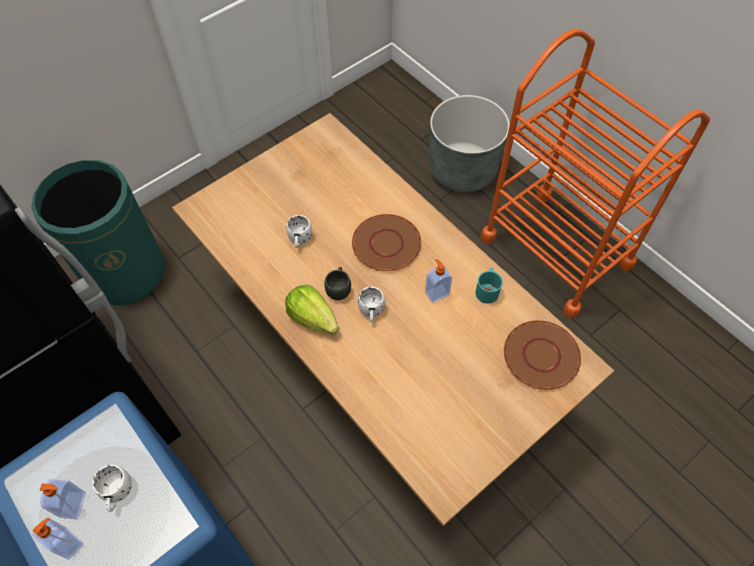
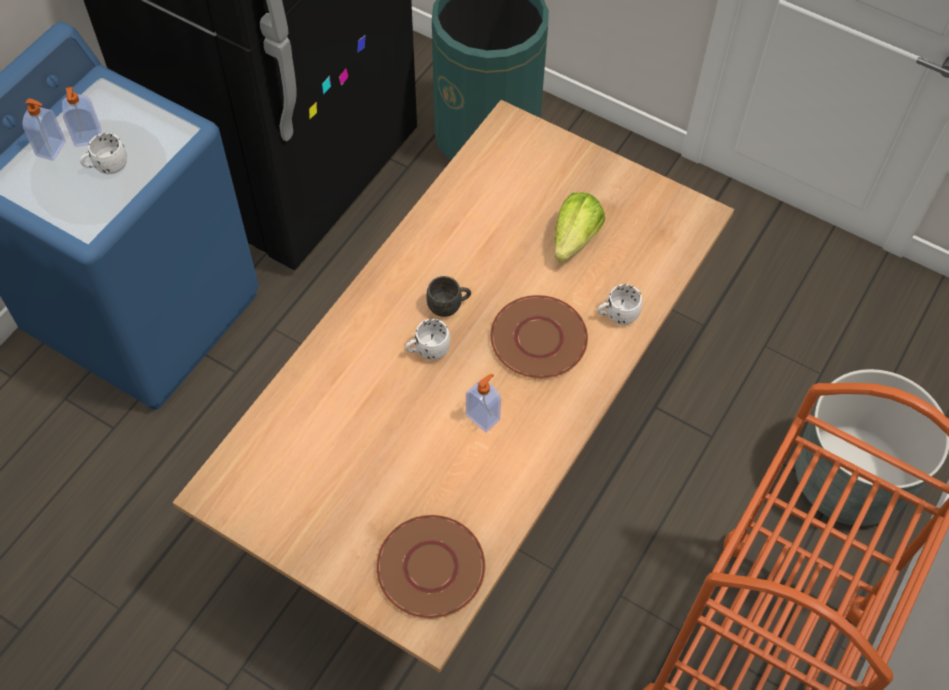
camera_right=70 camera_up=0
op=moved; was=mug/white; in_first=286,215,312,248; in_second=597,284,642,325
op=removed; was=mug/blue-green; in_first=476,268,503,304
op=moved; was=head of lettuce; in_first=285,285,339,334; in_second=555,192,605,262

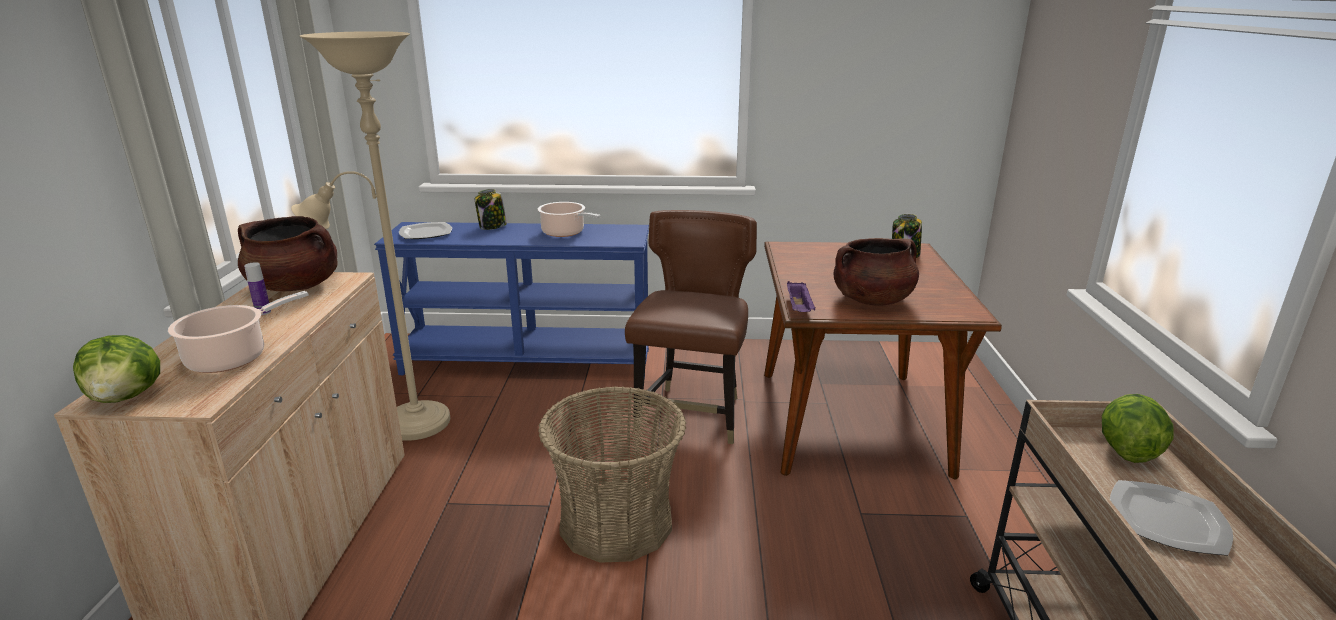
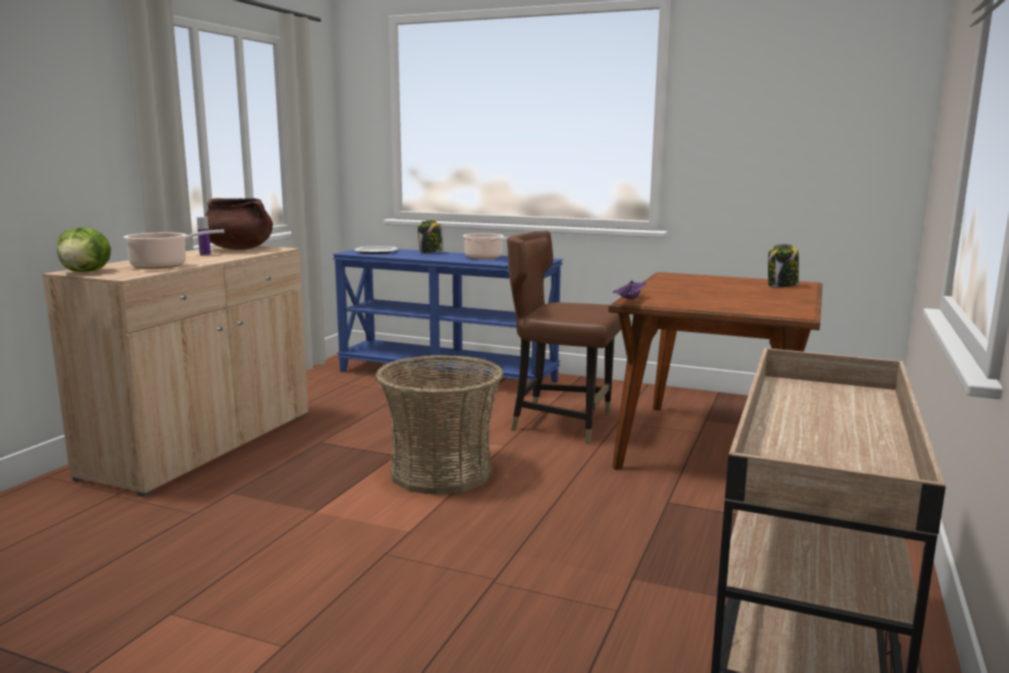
camera_right=20 camera_up=-10
op=removed; was=floor lamp/beige-coloured; in_first=291,31,450,441
op=turned; was=upright chair/brownish; in_first=625,210,757,444; in_second=507,231,621,444; clockwise=-105
op=removed; was=saucepot/brownish; in_first=834,238,919,306
op=removed; was=head of lettuce; in_first=1102,394,1174,463
op=removed; was=flat dish; in_first=1110,480,1233,556

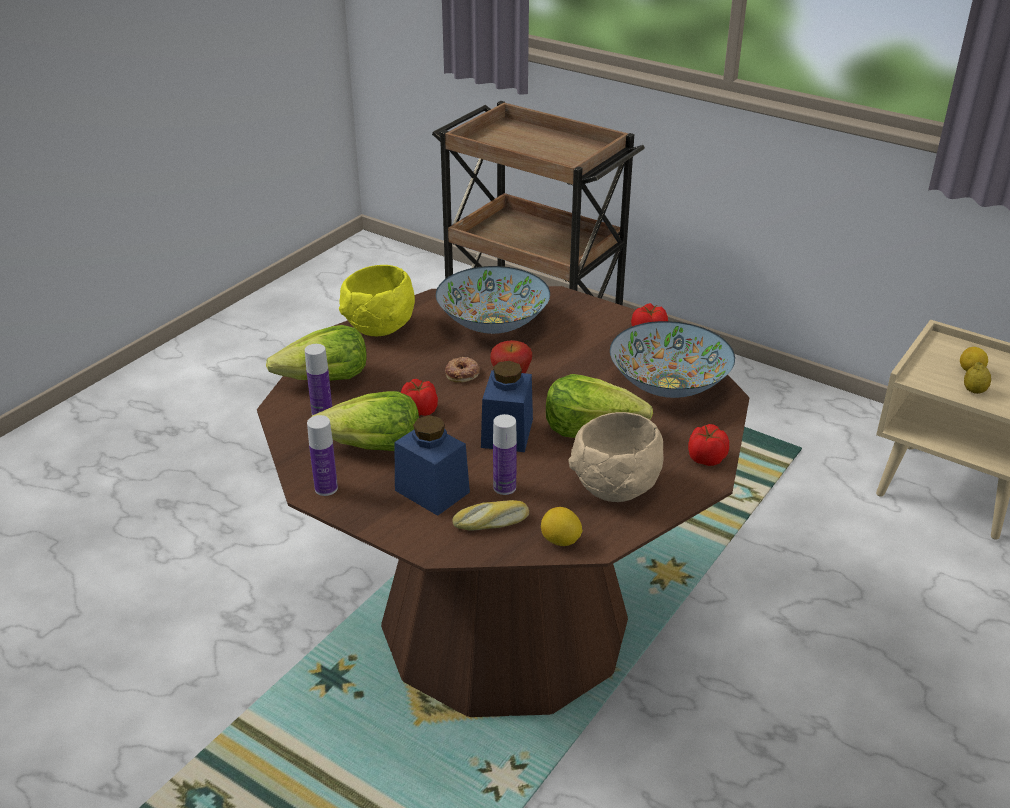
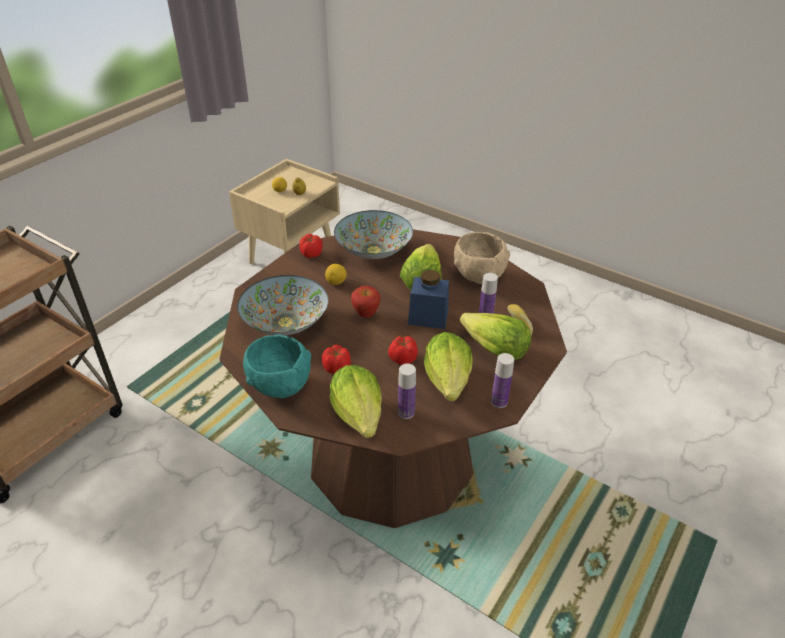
camera_right=-90 camera_up=5
op=recoloured; was=deep dish/yellowish; now=deep dish/blue-green; in_first=339,265,415,336; in_second=243,335,311,398
op=removed; was=doughnut; in_first=445,357,480,383
op=replaced; was=preserve jar/bluish; now=head of lettuce; in_first=394,415,470,516; in_second=460,313,531,360
op=moved; was=fresh tomato; in_first=688,424,729,466; in_second=322,345,351,374
op=moved; was=citrus fruit; in_first=541,507,582,546; in_second=325,264,347,285

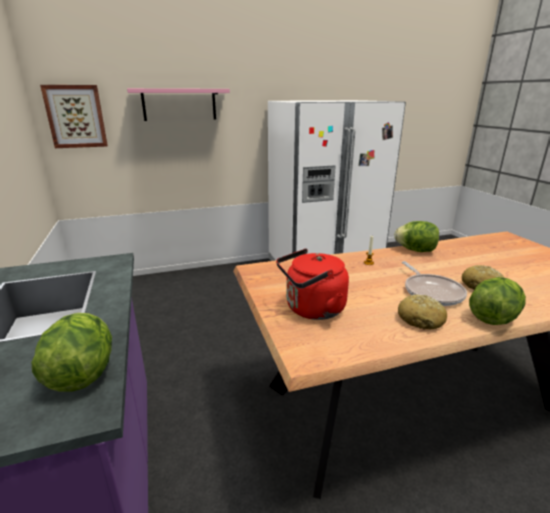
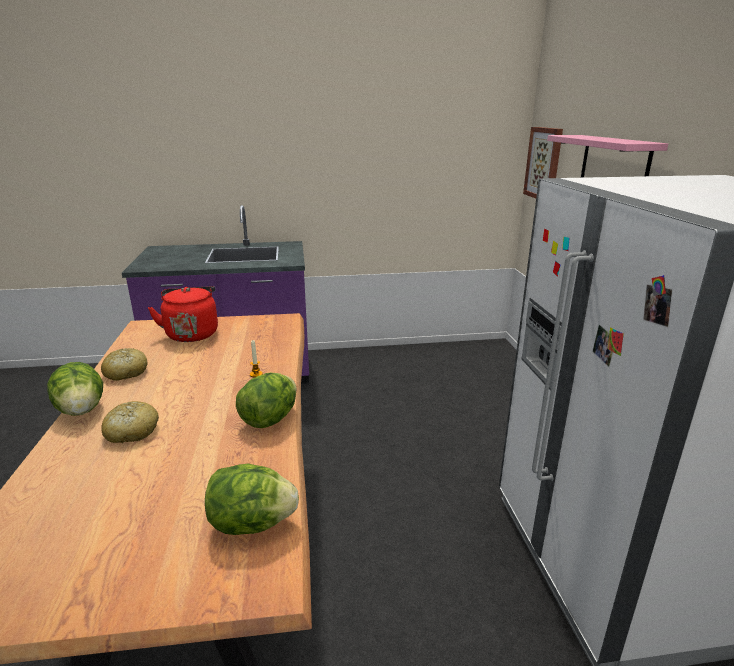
camera_right=100 camera_up=0
op=removed; was=frying pan; in_first=402,261,467,306
op=moved; was=head of lettuce; in_first=32,313,112,392; in_second=205,464,299,535

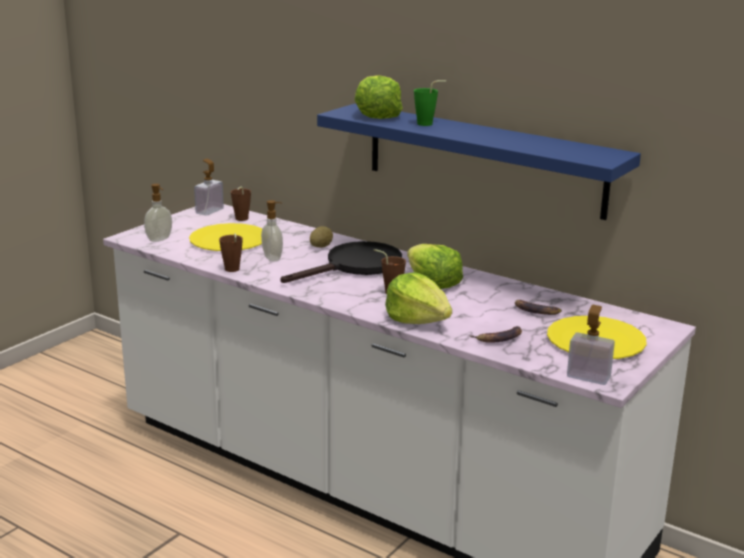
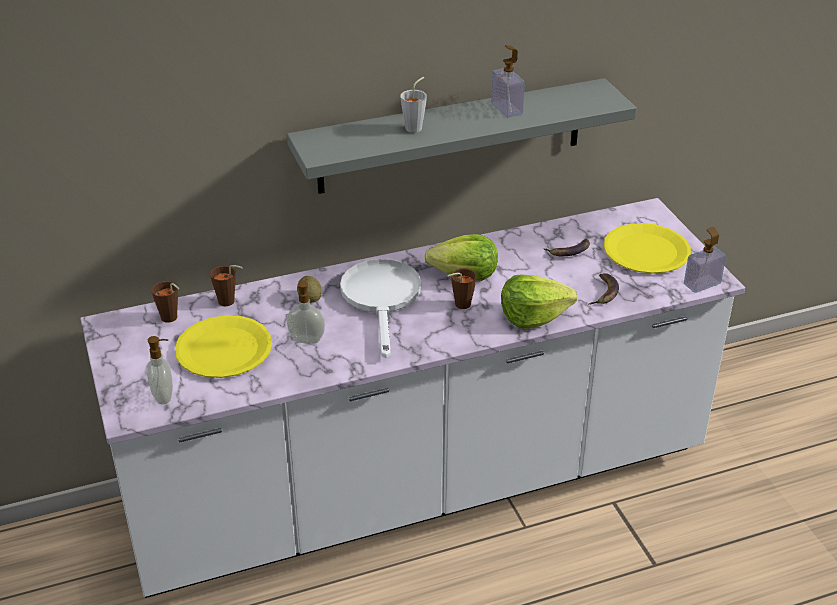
camera_right=-55 camera_up=15
op=removed; was=head of lettuce; in_first=354,75,403,119
op=recoloured; was=small cup/green-coloured; now=small cup/grey; in_first=414,80,446,126; in_second=400,77,427,133
op=recoloured; was=wall shelf/bluish; now=wall shelf/grey; in_first=317,104,641,220; in_second=287,78,637,194
op=moved; was=soap dispenser; in_first=194,159,224,216; in_second=491,45,525,117
op=moved; was=small cup/brownish; in_first=219,233,243,272; in_second=210,265,243,306
op=recoloured; was=frying pan/black; now=frying pan/white; in_first=280,241,402,283; in_second=340,259,421,358

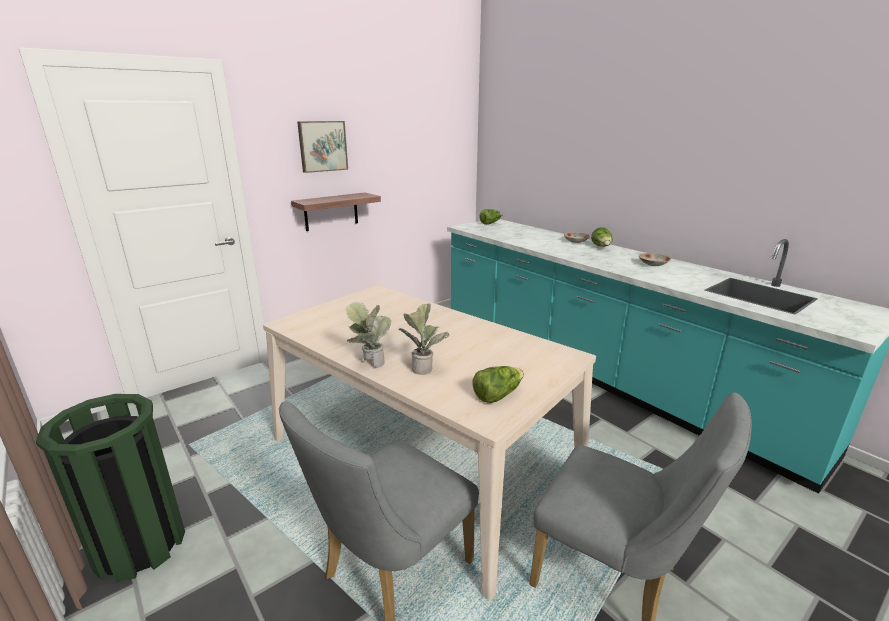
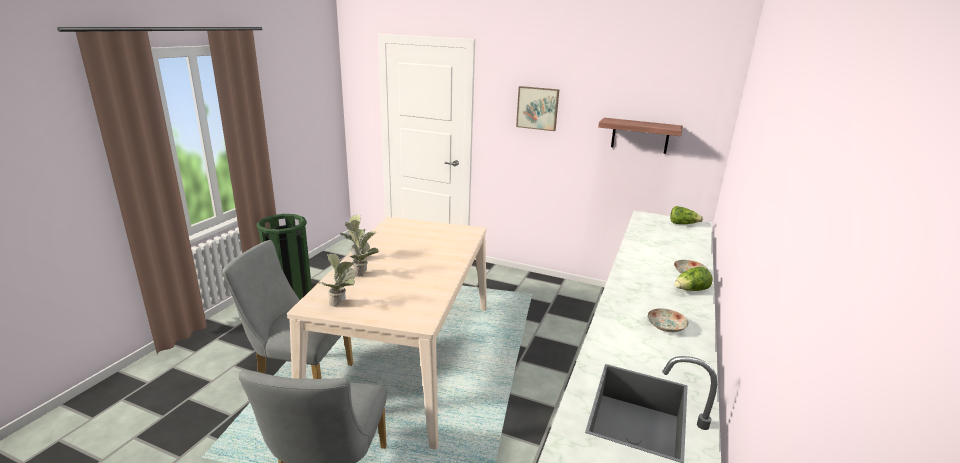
camera_right=60 camera_up=0
op=moved; was=wall shelf; in_first=291,192,381,231; in_second=598,118,683,154
op=replaced; was=head of lettuce; now=houseplant; in_first=472,366,524,403; in_second=318,253,356,307

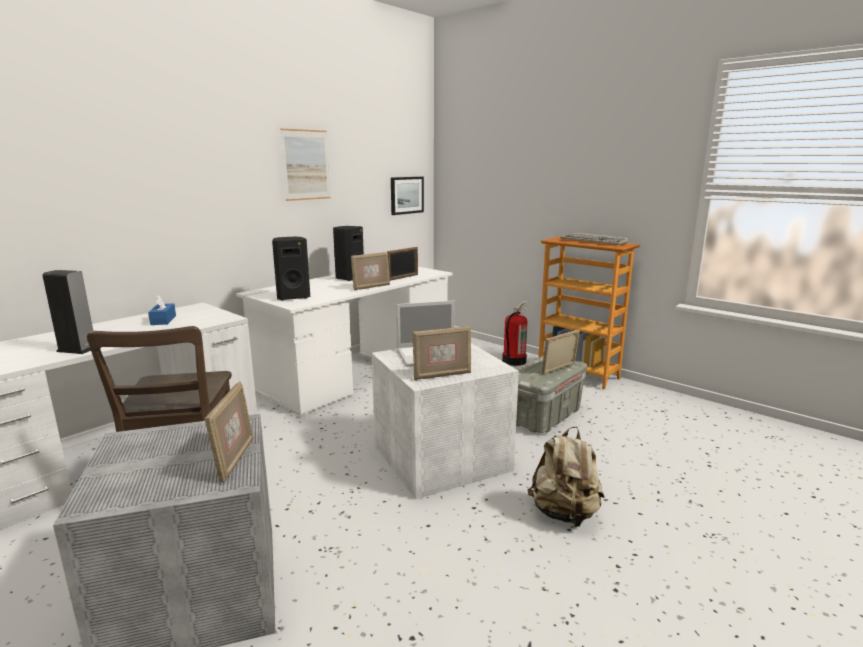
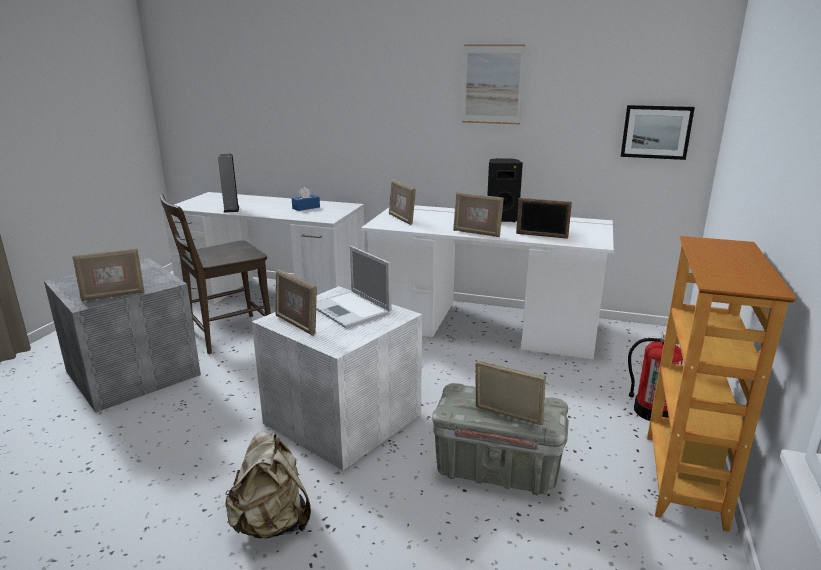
camera_right=65 camera_up=5
op=removed; was=computer keyboard; in_first=560,233,628,245
op=replaced; was=loudspeaker/black; now=standing frame; in_first=272,237,310,301; in_second=389,179,416,225

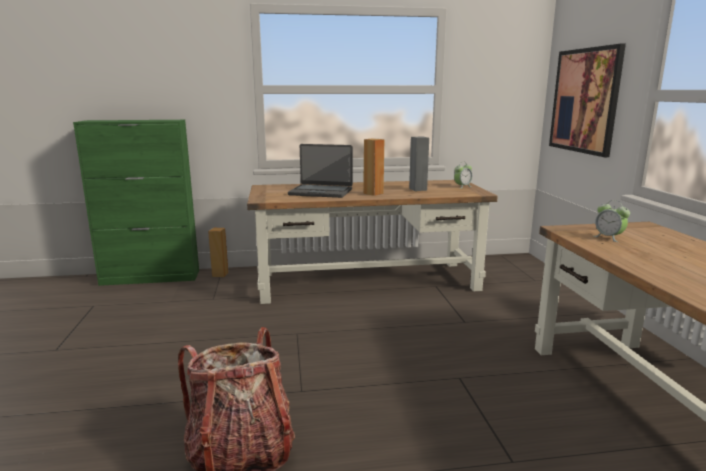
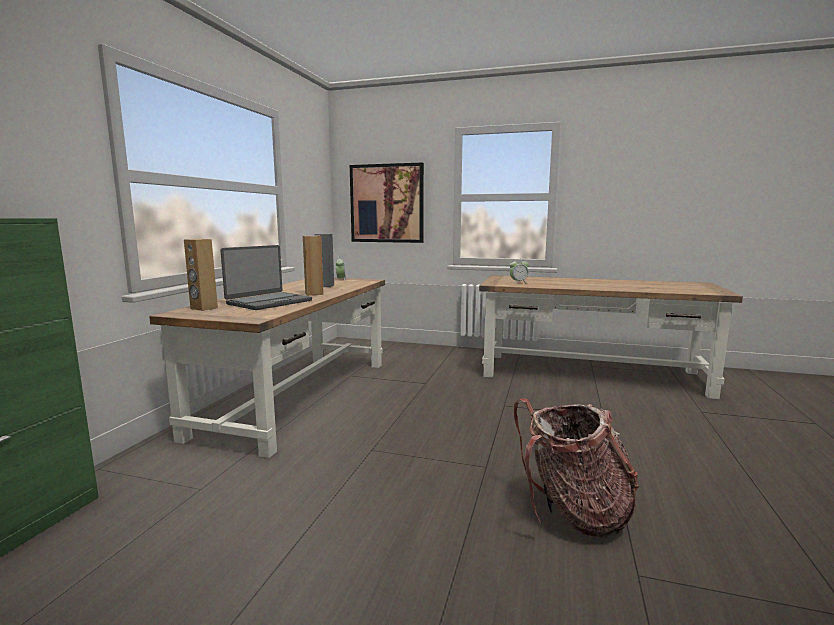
camera_right=-65 camera_up=-5
op=moved; was=loudspeaker/brownish; in_first=208,228,229,277; in_second=184,239,218,311

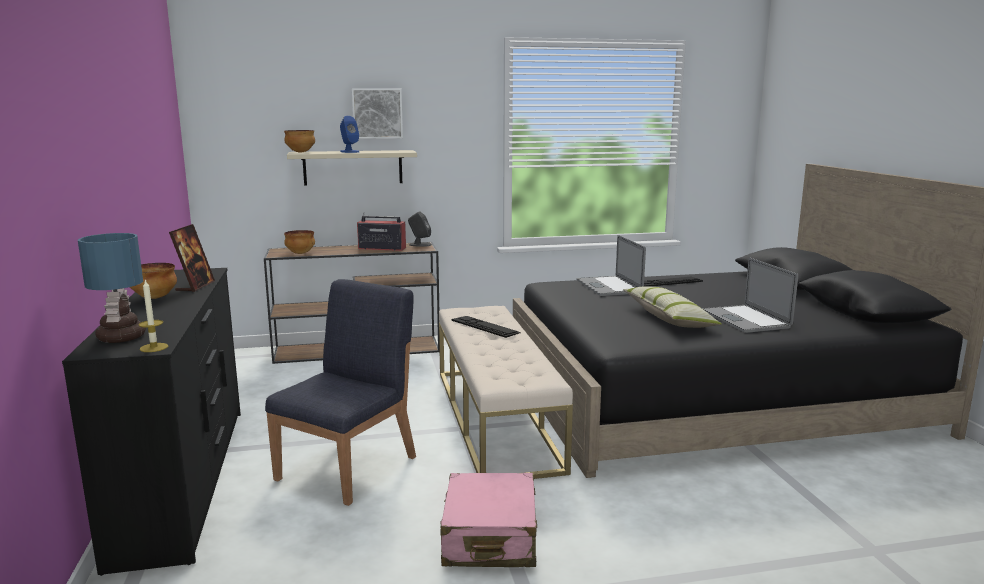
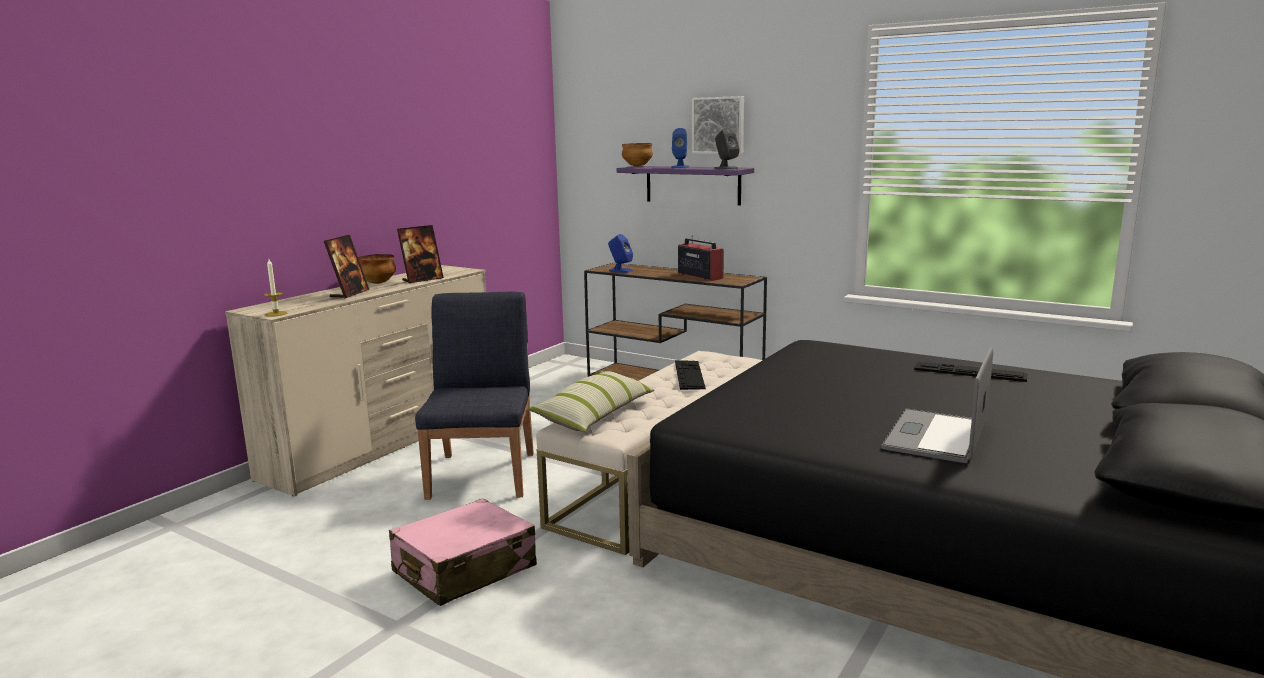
camera_right=45 camera_up=0
op=recoloured; was=wall shelf/beige-coloured; now=wall shelf/purplish; in_first=287,150,417,185; in_second=616,166,754,205
op=moved; was=loudspeaker/grey; in_first=408,211,432,247; in_second=714,127,740,169
op=replaced; was=deep dish; now=loudspeaker/bluish; in_first=284,230,315,254; in_second=608,234,633,273
op=removed; was=tabletop lamp; in_first=78,233,146,343
op=removed; was=notebook computer; in_first=577,235,646,296
op=recoloured; was=drawer chest/black; now=drawer chest/beige-coloured; in_first=62,268,241,576; in_second=225,265,486,496
op=turned; was=upright chair/bluish; in_first=265,279,416,506; in_second=415,292,534,500; clockwise=-75
op=moved; was=cushion; in_first=623,286,722,328; in_second=528,371,655,432
op=added; now=standing frame; in_second=324,235,370,299

